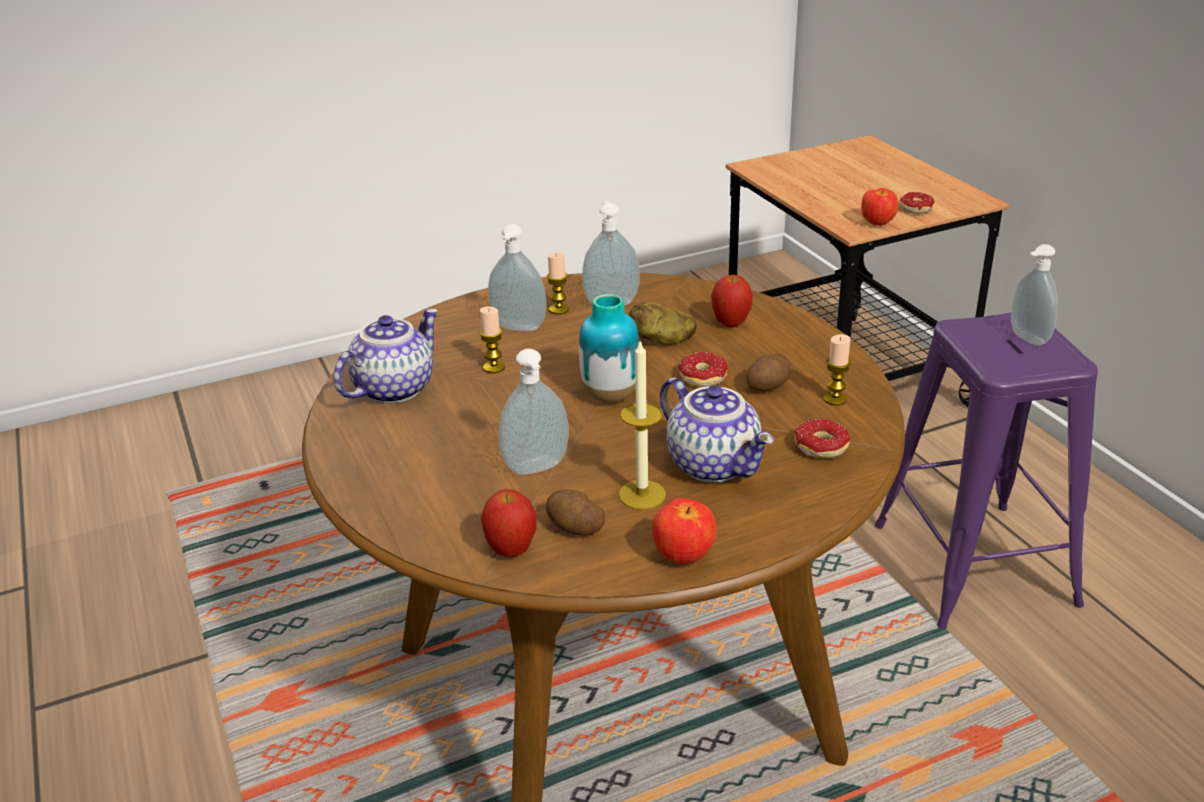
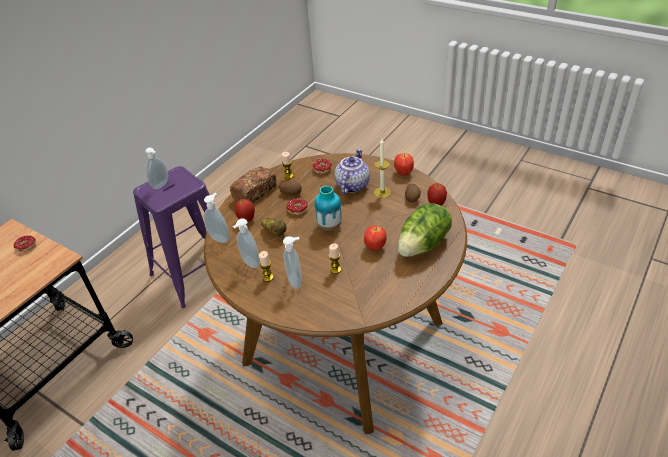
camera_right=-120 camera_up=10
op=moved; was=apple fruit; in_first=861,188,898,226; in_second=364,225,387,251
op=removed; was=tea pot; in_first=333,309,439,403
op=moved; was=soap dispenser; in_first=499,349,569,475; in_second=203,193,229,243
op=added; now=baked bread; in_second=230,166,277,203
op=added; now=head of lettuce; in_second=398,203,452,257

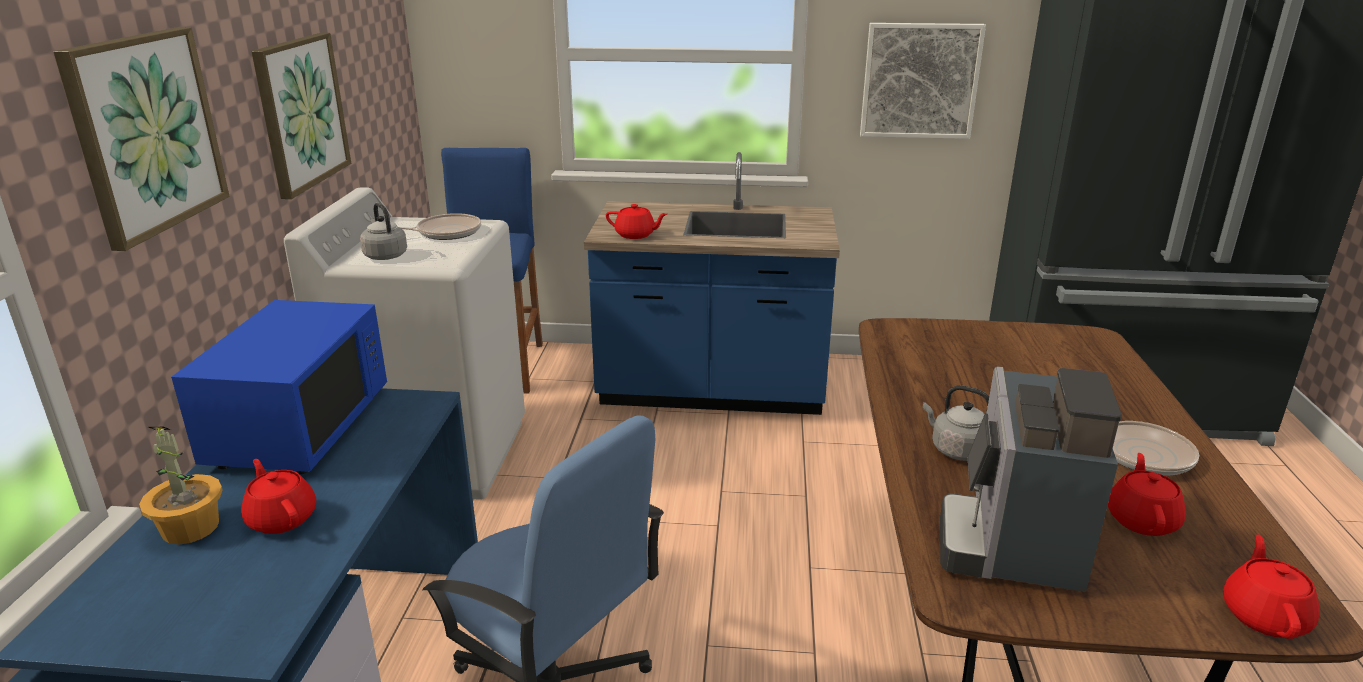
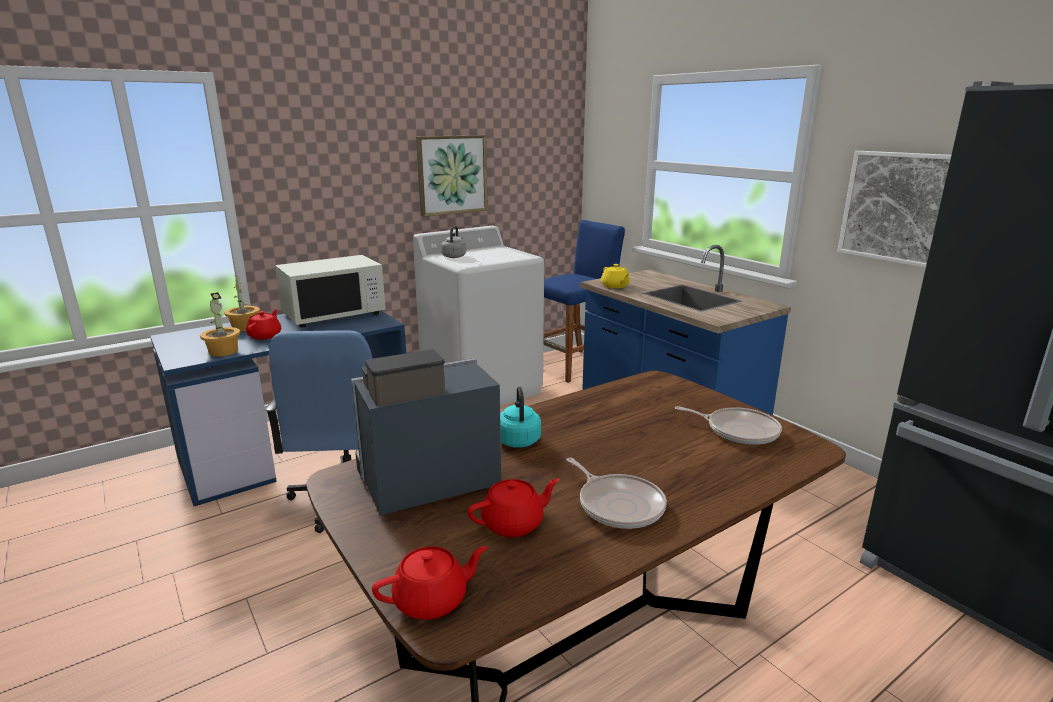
camera_right=50 camera_up=-5
op=removed; was=wall art; in_first=53,27,230,251
op=recoloured; was=tea pot/red; now=tea pot/yellowish; in_first=606,204,667,239; in_second=601,264,630,288
op=moved; was=frying pan; in_first=400,213,481,240; in_second=675,406,782,445
op=recoloured; was=microwave oven/bluish; now=microwave oven/white; in_first=171,300,387,474; in_second=275,255,386,327
op=recoloured; was=tea kettle/grey; now=tea kettle/blue-green; in_first=923,385,989,461; in_second=500,386,541,448
op=added; now=houseplant; in_second=200,292,240,357

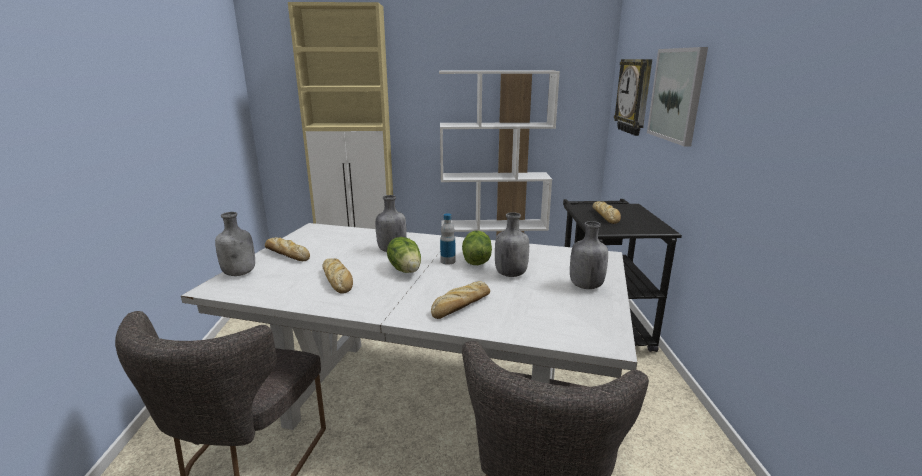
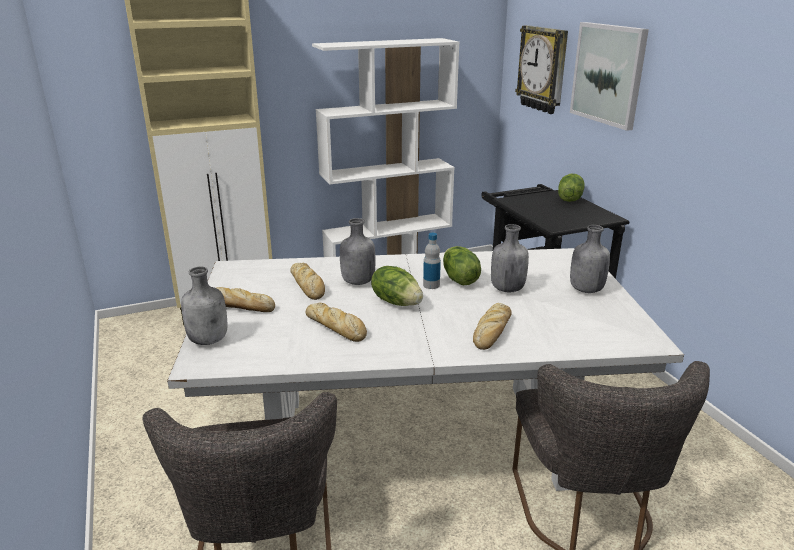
camera_right=-20 camera_up=5
op=moved; was=baked bread; in_first=593,201,621,224; in_second=290,263,325,300
op=added; now=head of lettuce; in_second=558,174,585,202

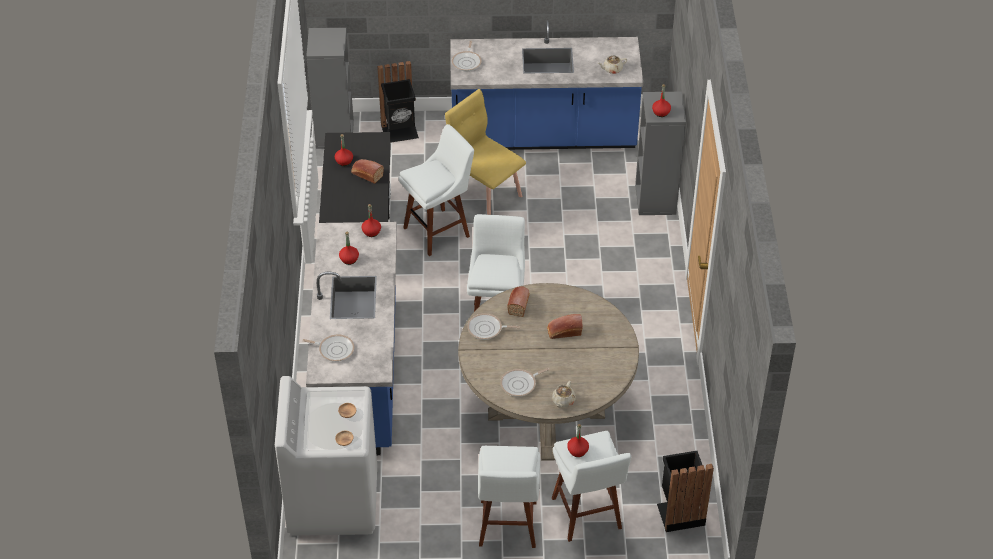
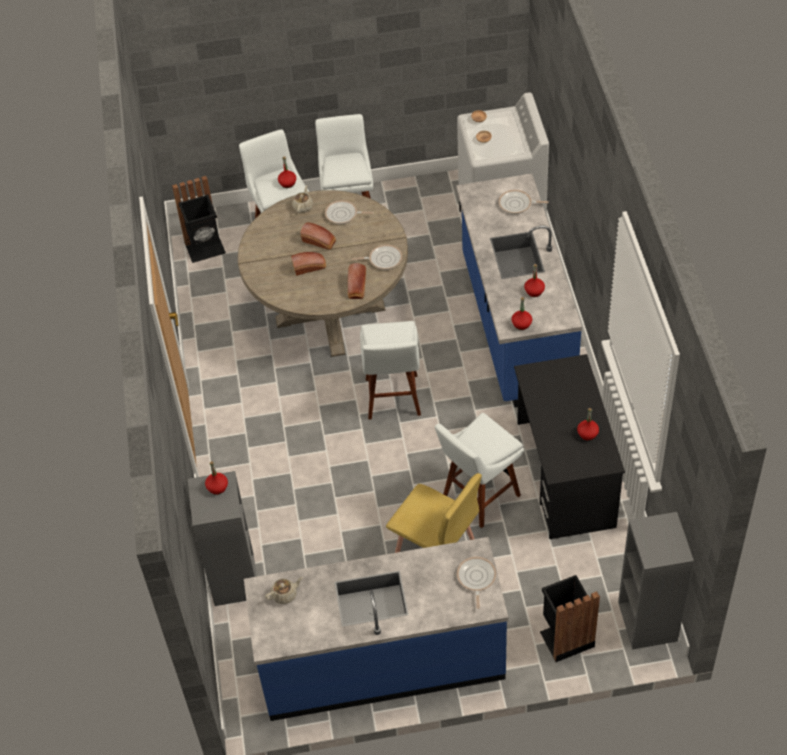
camera_right=175 camera_up=5
op=moved; was=baked bread; in_first=351,159,384,184; in_second=300,222,336,250
op=turned; was=frying pan; in_first=500,367,550,397; in_second=325,200,374,224; clockwise=-135

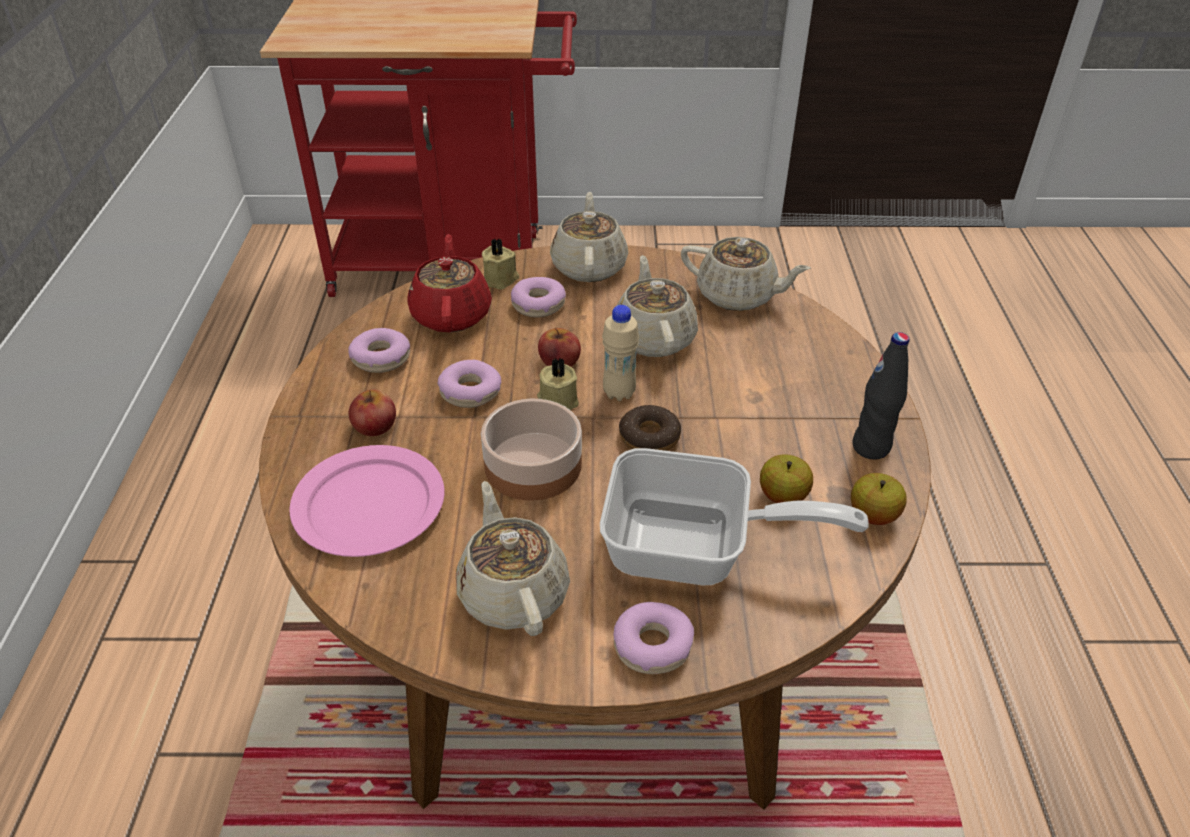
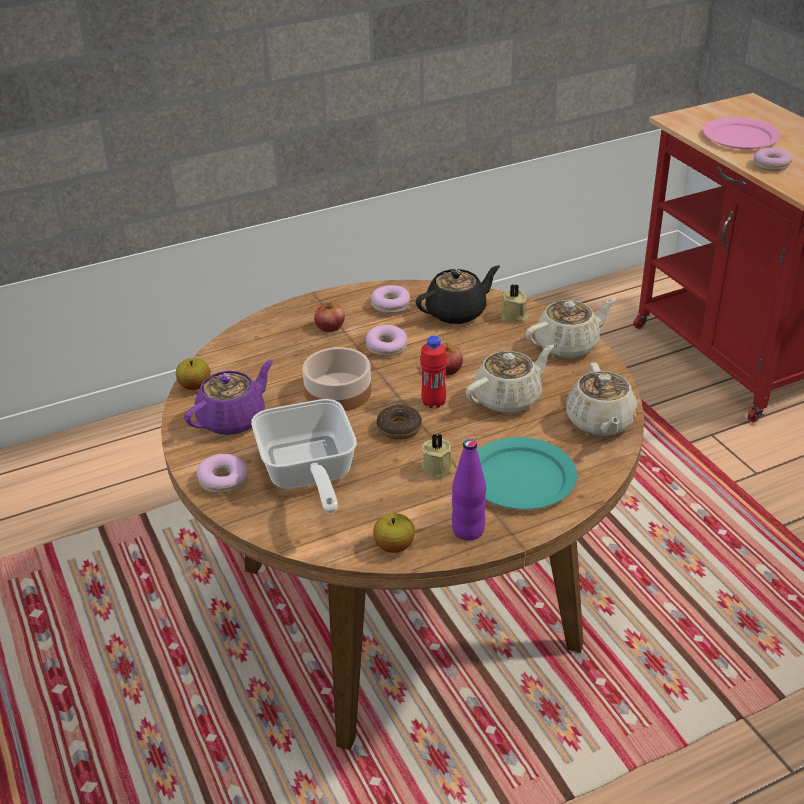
camera_right=65 camera_up=-5
op=recoloured; was=tea pot/red; now=tea pot/black; in_first=408,234,492,332; in_second=416,265,500,324
op=moved; was=doughnut; in_first=511,277,566,318; in_second=753,147,792,171
op=recoloured; was=drink bottle/beige-coloured; now=drink bottle/red; in_first=602,305,639,401; in_second=420,335,447,408
op=recoloured; was=drink bottle/black; now=drink bottle/purplish; in_first=852,332,910,459; in_second=452,439,486,541
op=moved; was=candle/beige-coloured; in_first=537,357,579,410; in_second=421,433,453,479
op=moved; was=flat dish/pink-coloured; in_first=290,445,445,557; in_second=703,117,780,149
op=moved; was=apple fruit; in_first=760,454,813,503; in_second=176,358,210,390
op=recoloured; was=tea pot/beige-coloured; now=tea pot/purplish; in_first=456,481,570,636; in_second=184,360,273,435
op=added; now=flat dish/blue-green; in_second=477,437,577,510

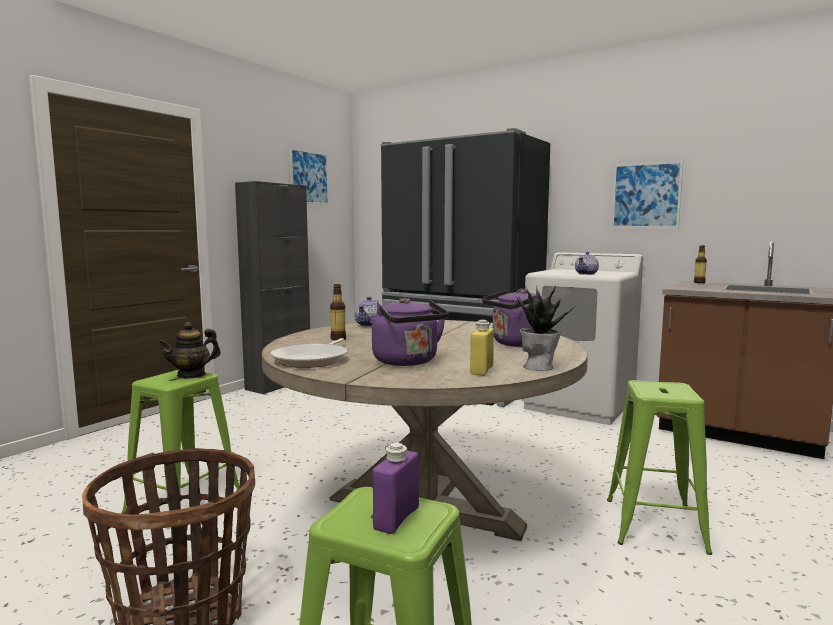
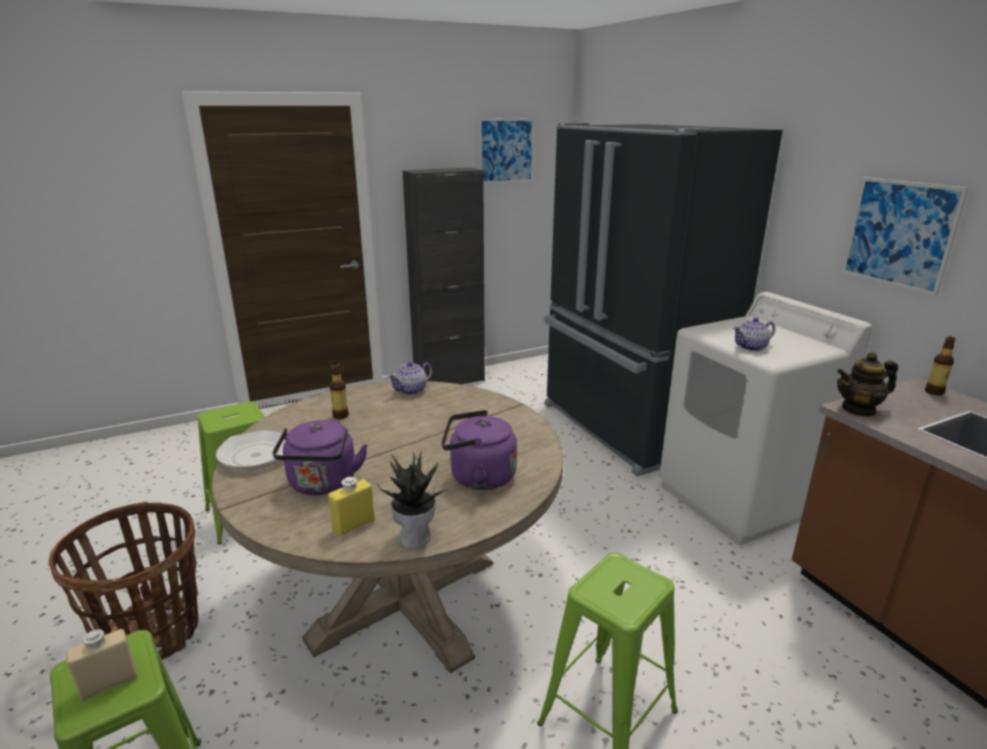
camera_right=30 camera_up=15
op=moved; was=tea pot; in_first=158,322,221,379; in_second=837,352,898,417
op=recoloured; was=drink bottle/purplish; now=drink bottle/beige-coloured; in_first=373,443,419,534; in_second=67,629,137,701

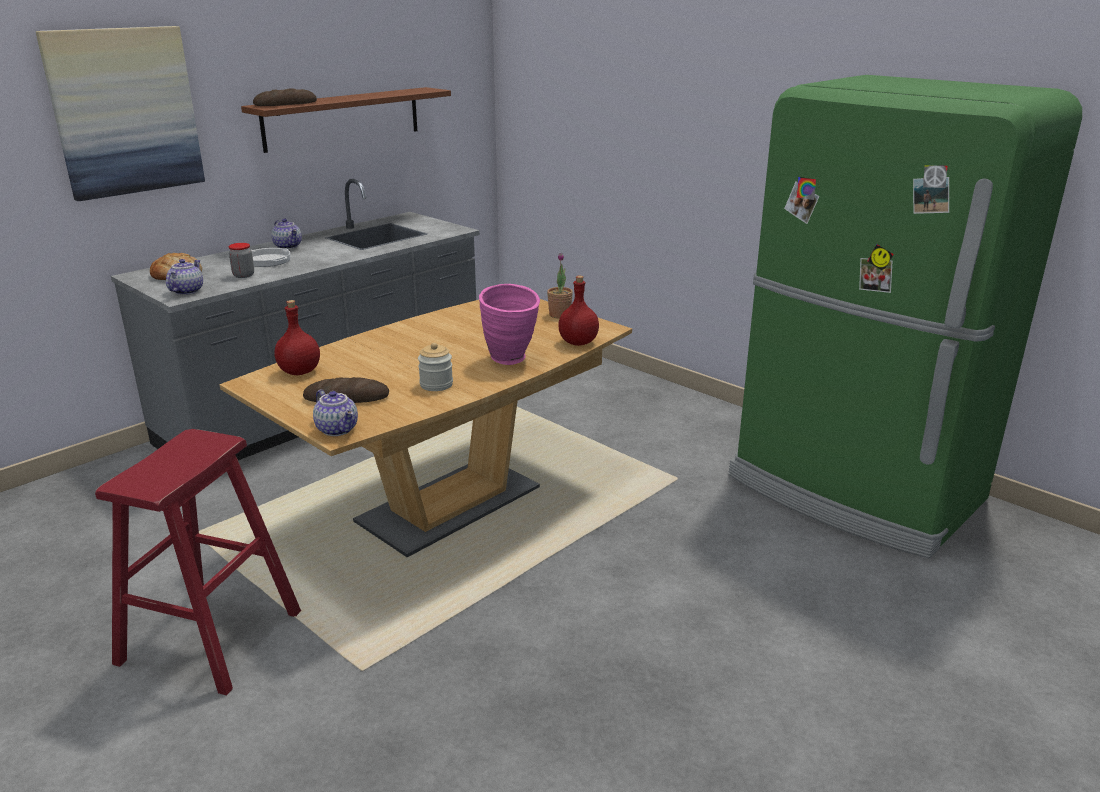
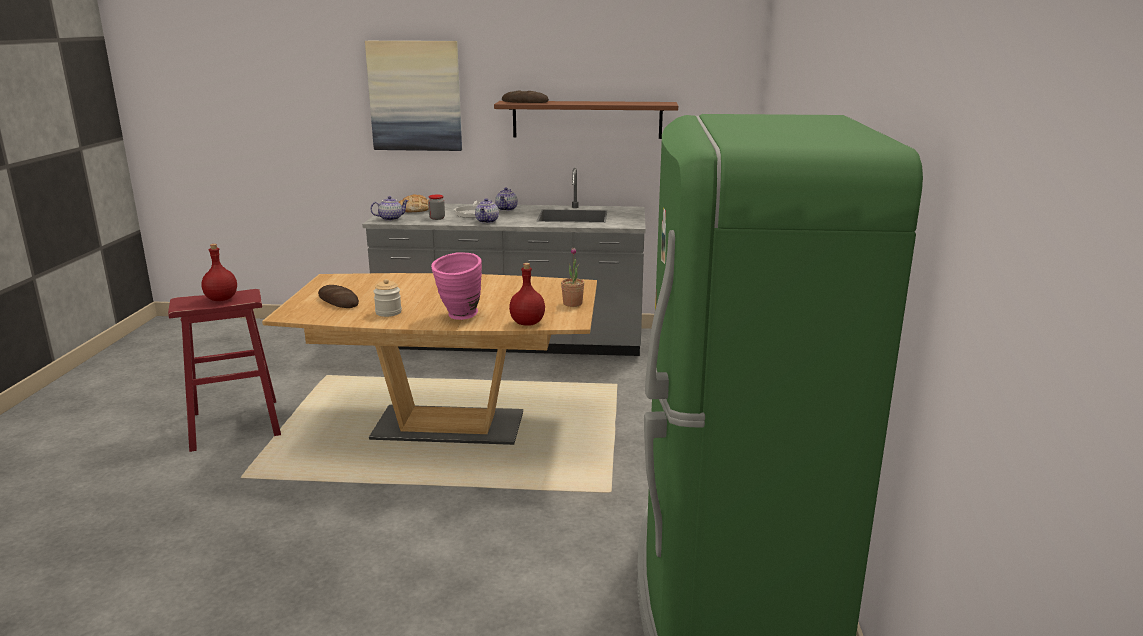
camera_right=50 camera_up=-5
op=moved; was=drink bottle/red; in_first=274,300,320,375; in_second=201,244,237,301
op=moved; was=tea pot; in_first=313,390,358,436; in_second=475,198,499,224

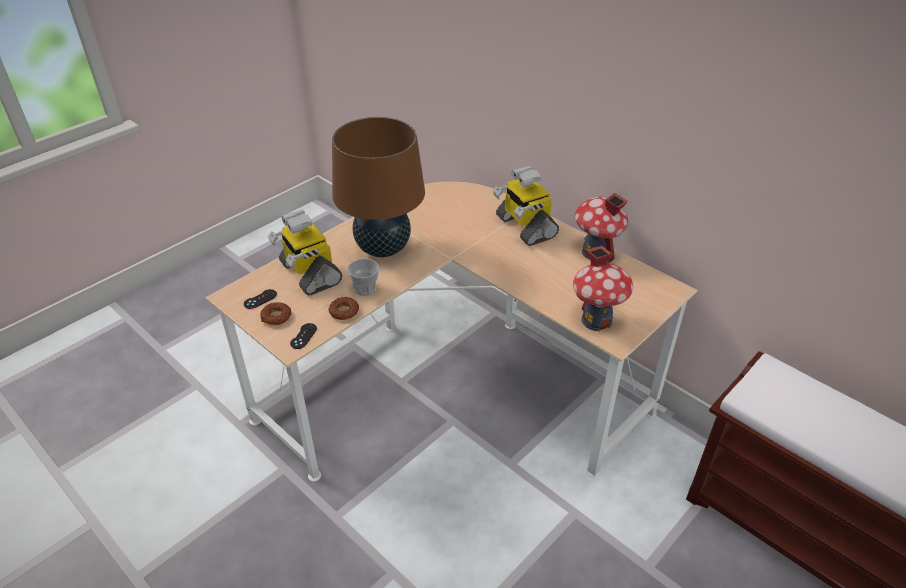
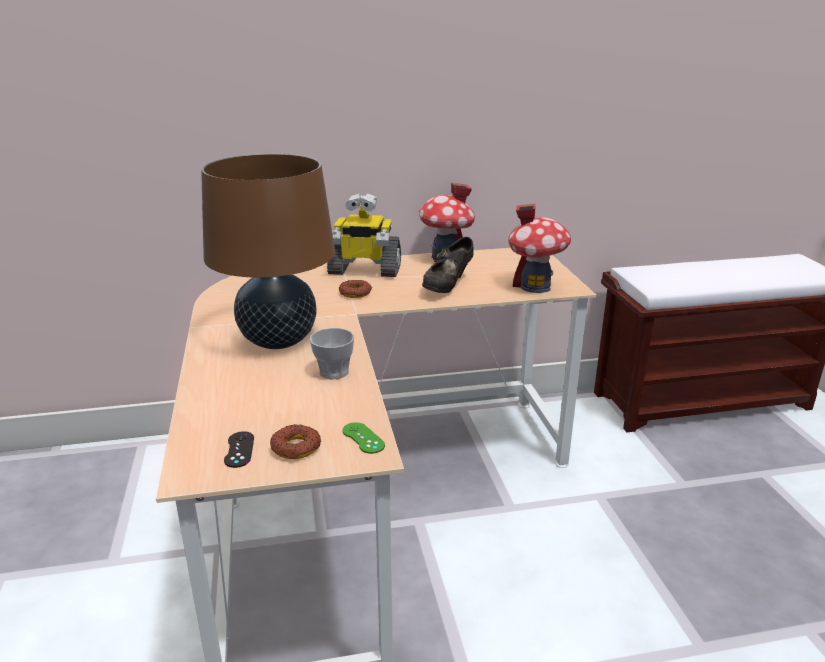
camera_right=-55 camera_up=-15
op=removed; was=toy robot; in_first=268,209,342,296
op=moved; was=doughnut; in_first=329,297,359,320; in_second=339,280,372,298
op=recoloured; was=gamepad/black; now=gamepad/green-coloured; in_first=290,323,317,349; in_second=342,422,385,454
op=added; now=shoe/black; in_second=422,237,474,293

